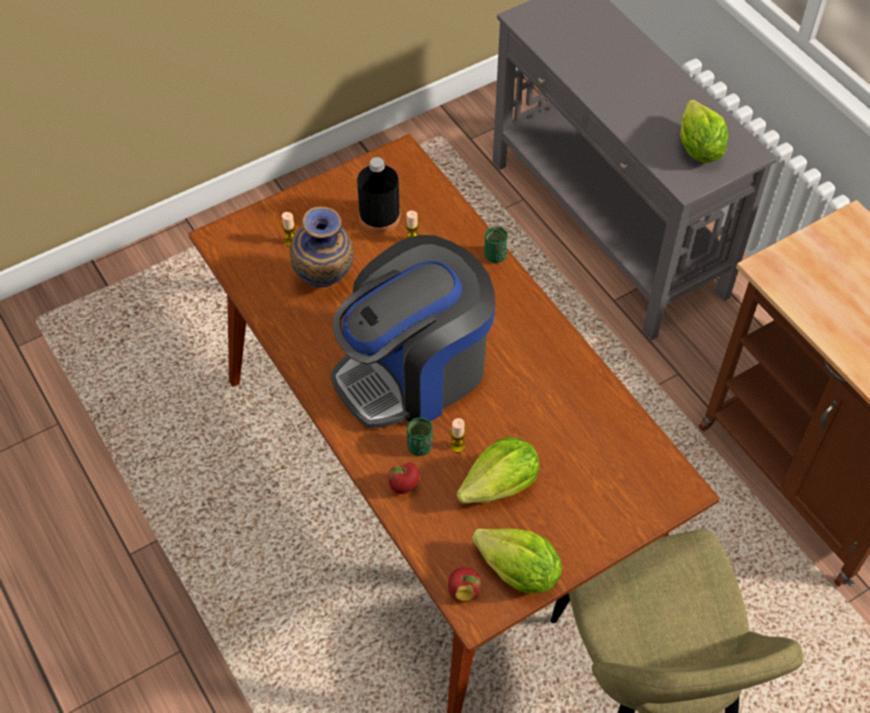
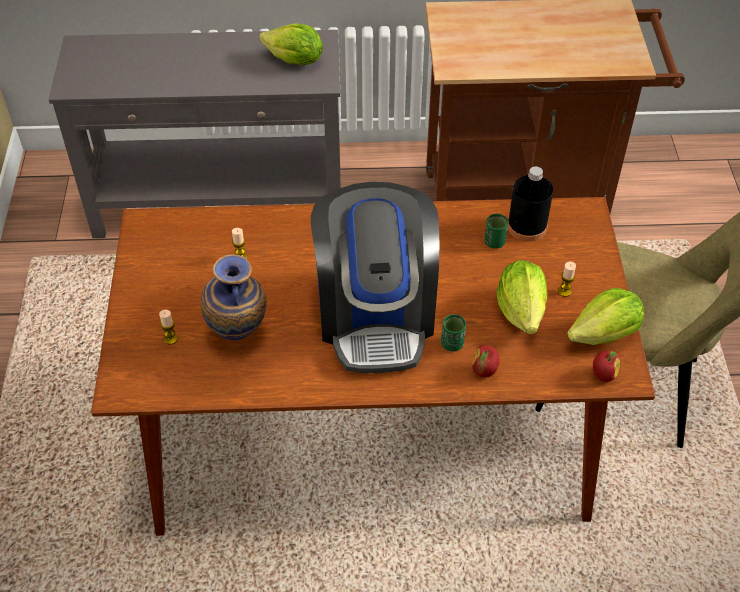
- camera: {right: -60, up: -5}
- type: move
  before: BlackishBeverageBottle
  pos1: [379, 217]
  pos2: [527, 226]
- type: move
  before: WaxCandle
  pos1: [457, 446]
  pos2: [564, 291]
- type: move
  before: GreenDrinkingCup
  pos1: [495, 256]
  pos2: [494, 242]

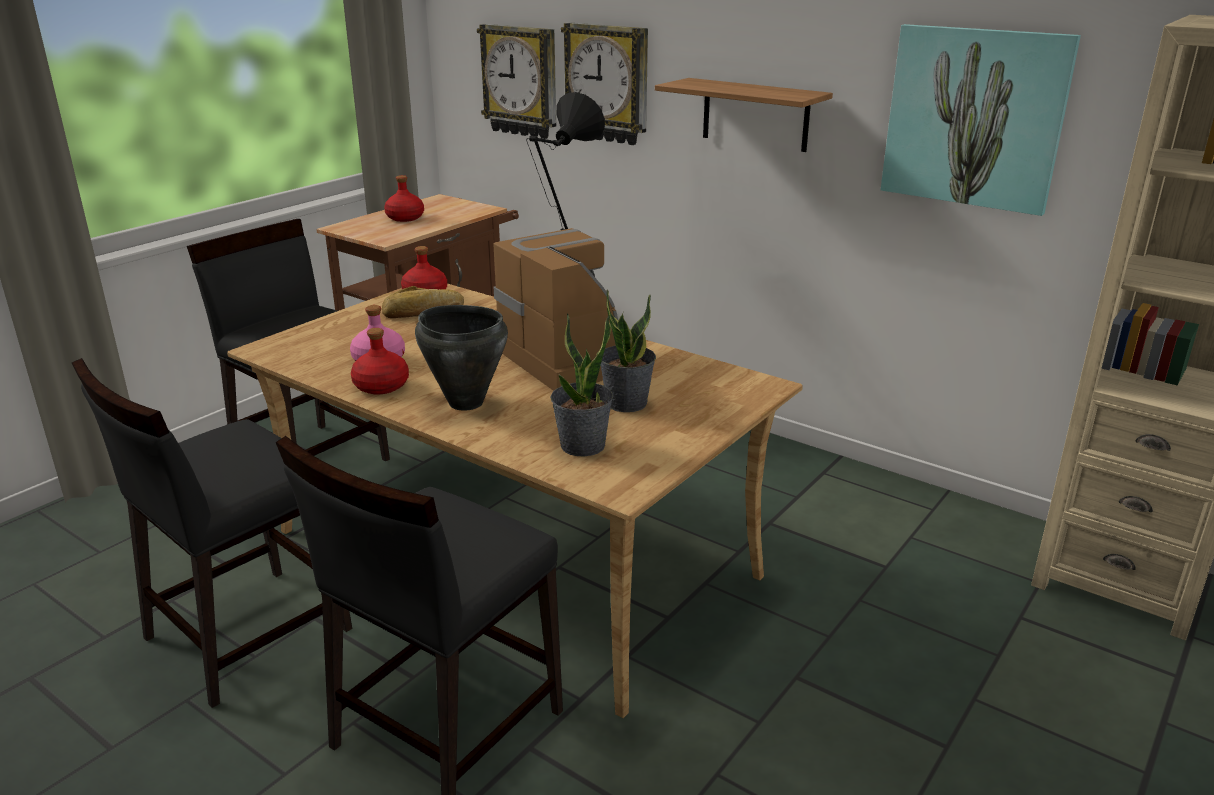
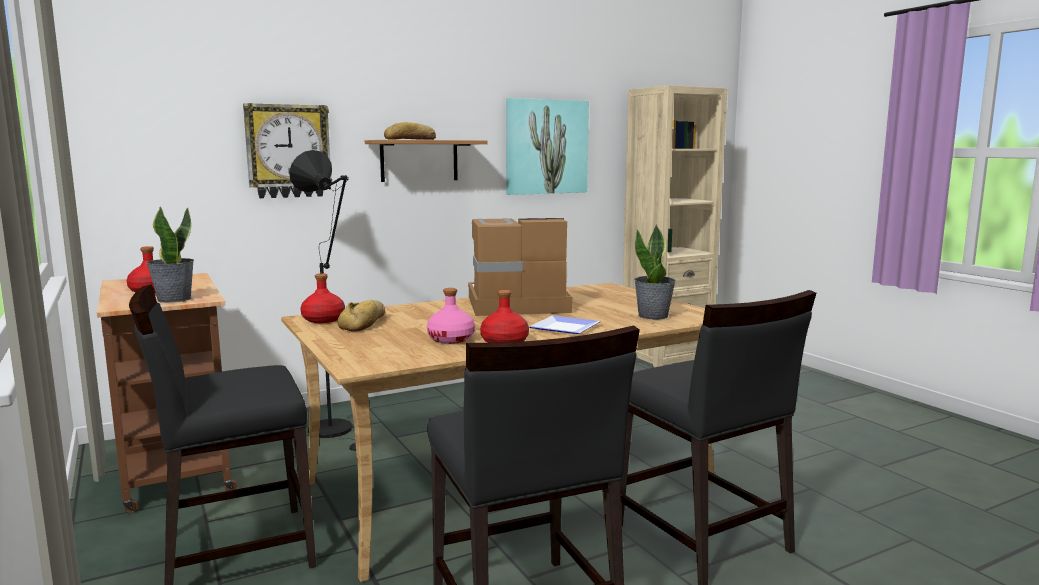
- camera: {right: -65, up: -15}
- type: delete
  before: ClockOnTheWall
  pos1: [521, 81]
- type: insert
  after: BakedBread
  pos2: [411, 139]
- type: move
  before: PottedPlant
  pos1: [626, 402]
  pos2: [173, 299]
- type: replace
  before: BlackishStockpot
  after: DinnerPlate
  pos1: [465, 402]
  pos2: [562, 328]

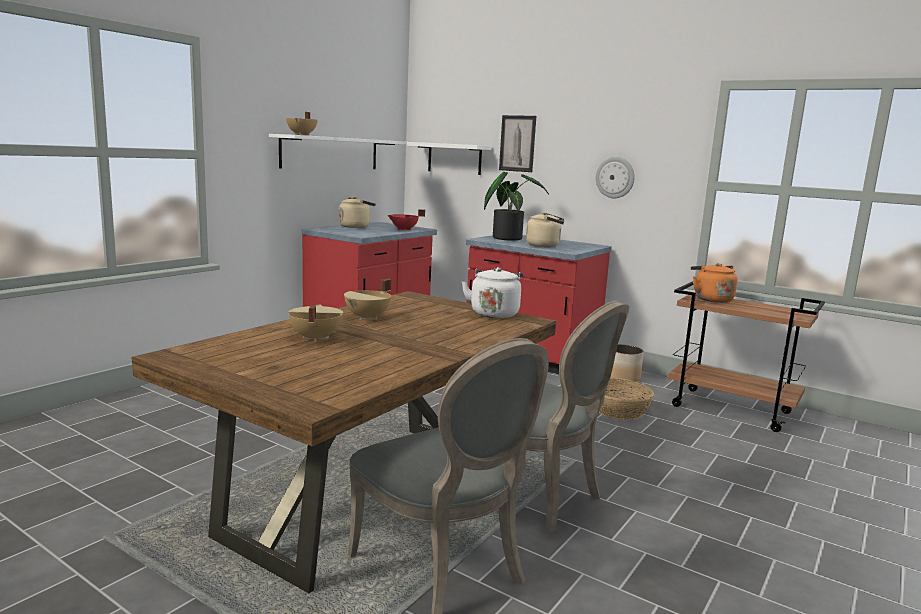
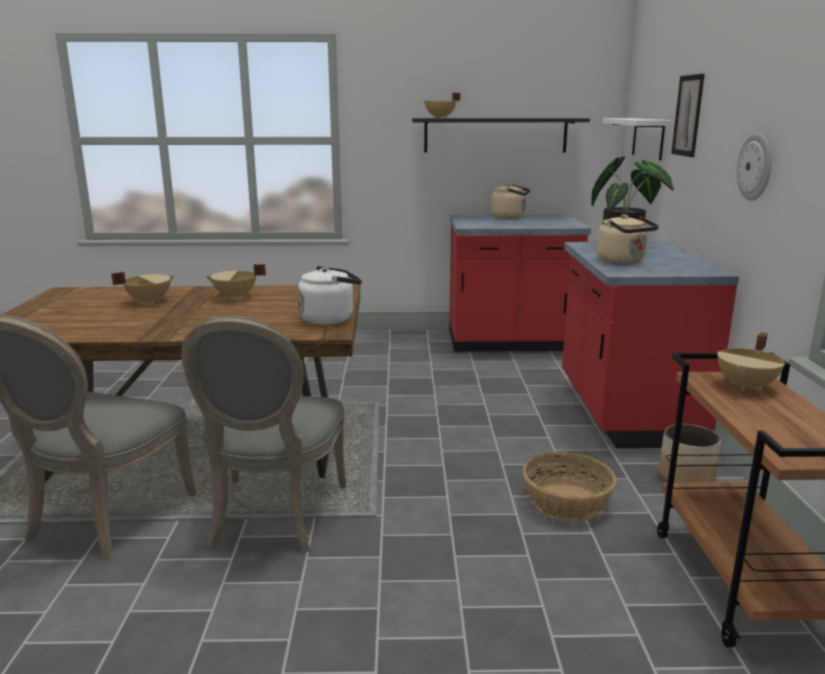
- camera: {right: 55, up: 5}
- type: delete
  before: RedStockpot
  pos1: [404, 229]
- type: replace
  before: OrangeyKettle
  after: BeigeColouredStockpot
  pos1: [711, 299]
  pos2: [747, 386]
- type: recolor
  before: WhiteColouredWallShelf
  after: BlackishWallShelf
  pos1: [330, 153]
  pos2: [495, 135]

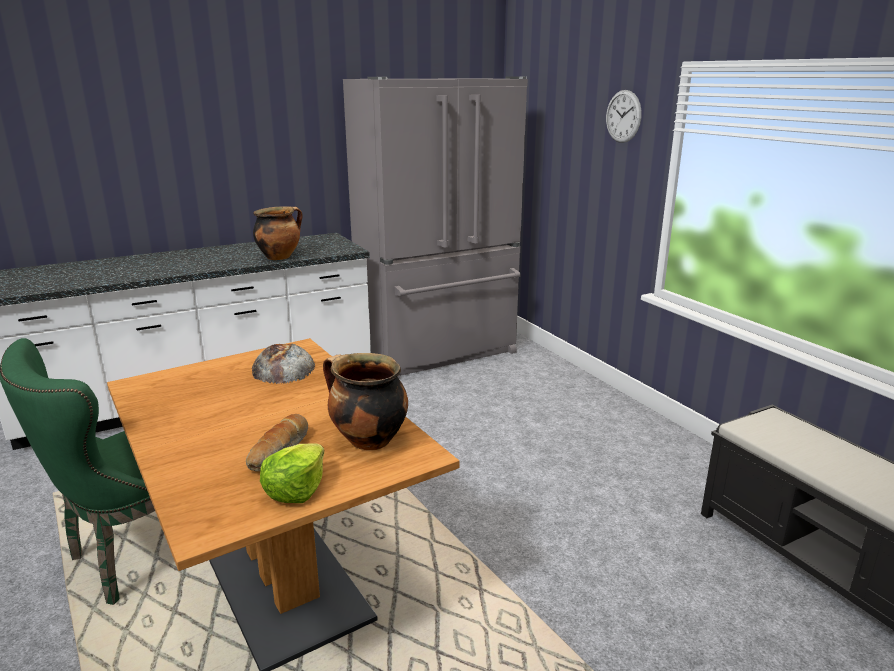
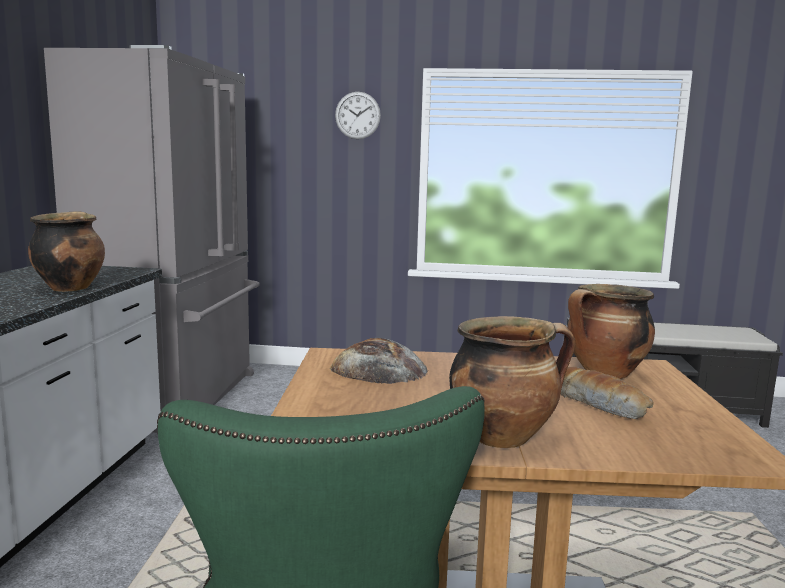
- camera: {right: -55, up: -10}
- type: delete
  before: Lettuce
  pos1: [295, 489]
- type: insert
  after: Stockpot
  pos2: [503, 437]

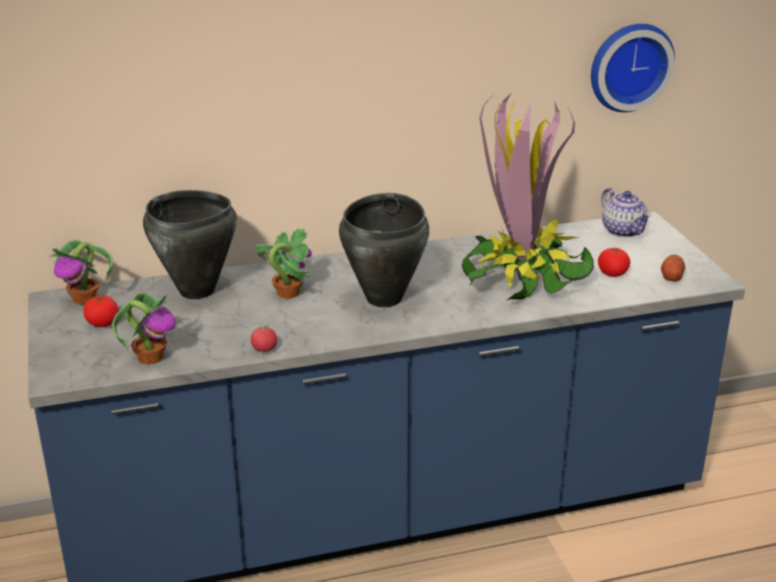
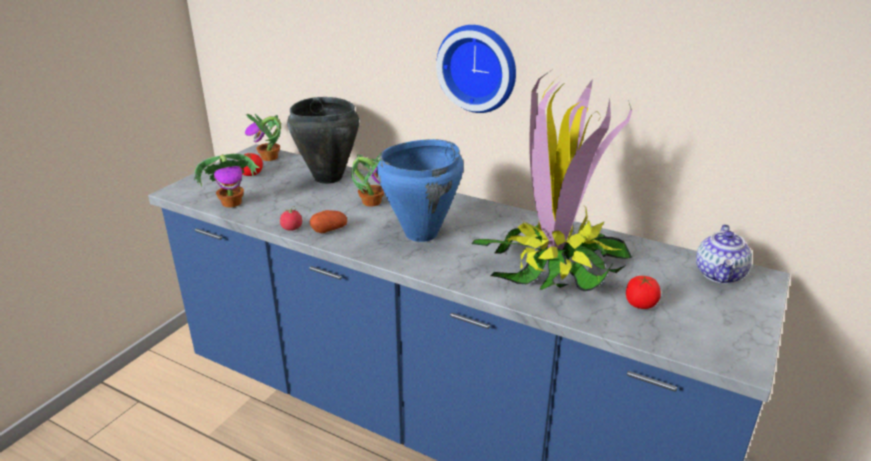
- camera: {right: 45, up: 0}
- type: move
  before: ClockOnTheWall
  pos1: [629, 66]
  pos2: [478, 67]
- type: move
  before: WholePotato
  pos1: [671, 276]
  pos2: [329, 229]
- type: recolor
  before: BlackishStockpot
  after: BlueStockpot
  pos1: [385, 298]
  pos2: [422, 234]

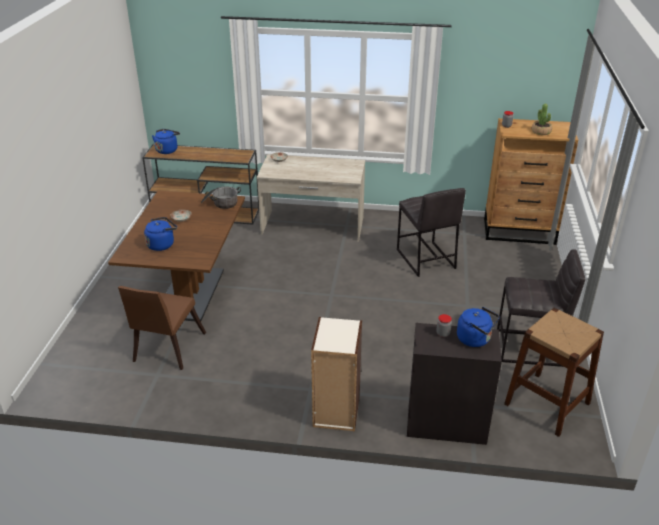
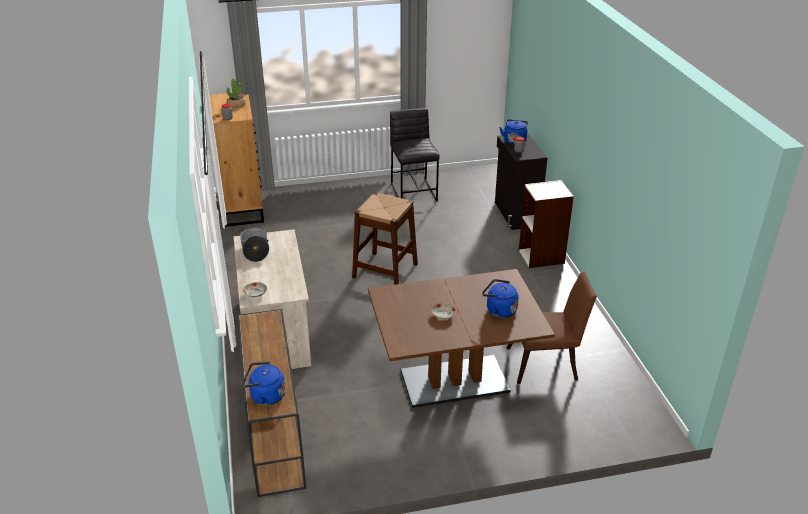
- camera: {right: -110, up: 0}
- type: delete
  before: GreyishStool
  pos1: [425, 259]
- type: move
  before: Stockpot
  pos1: [220, 203]
  pos2: [255, 250]
- type: move
  before: BrownStool
  pos1: [547, 403]
  pos2: [385, 270]

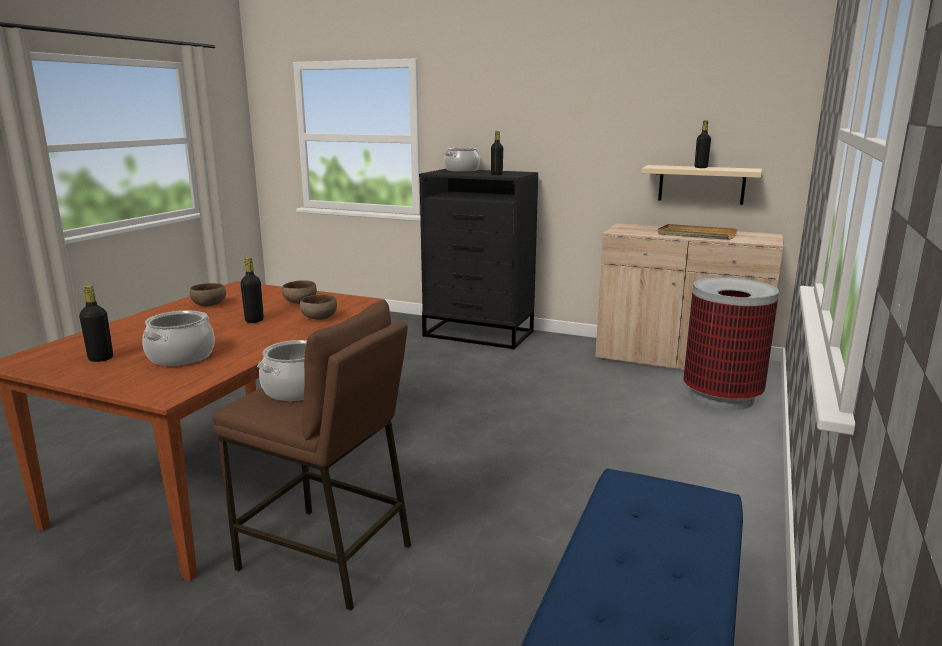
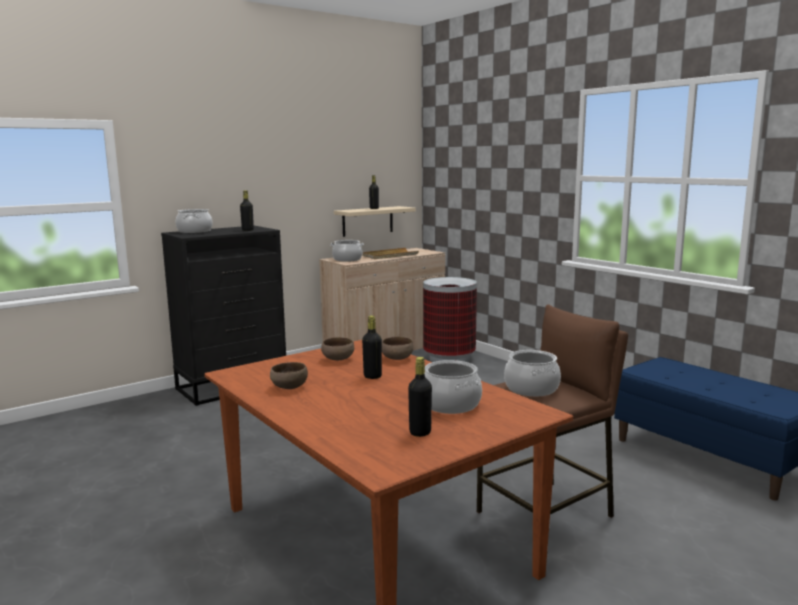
- camera: {right: -60, up: -5}
- type: insert
  after: Stockpot
  pos2: [347, 259]

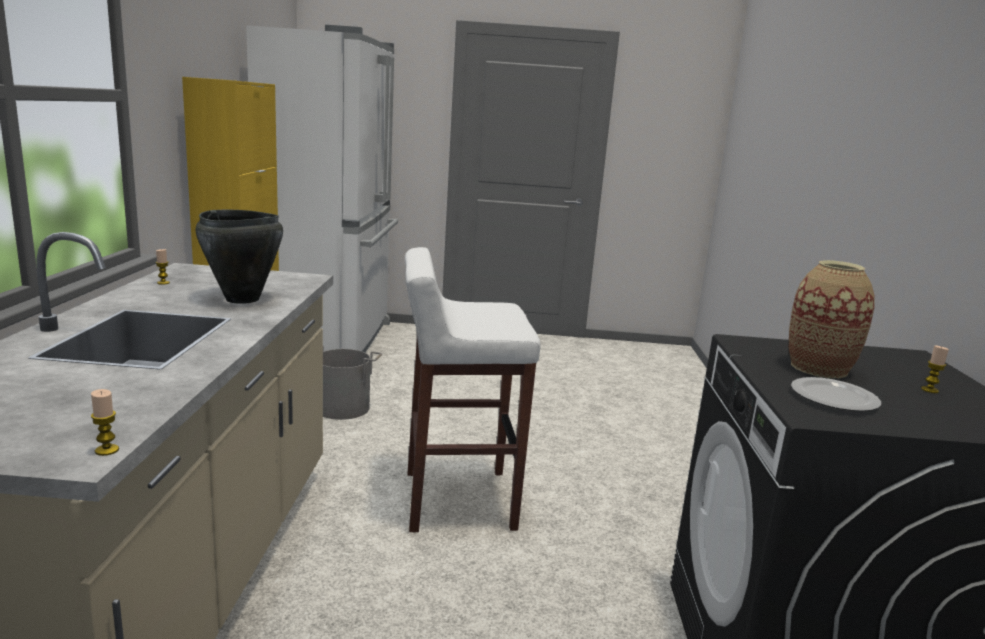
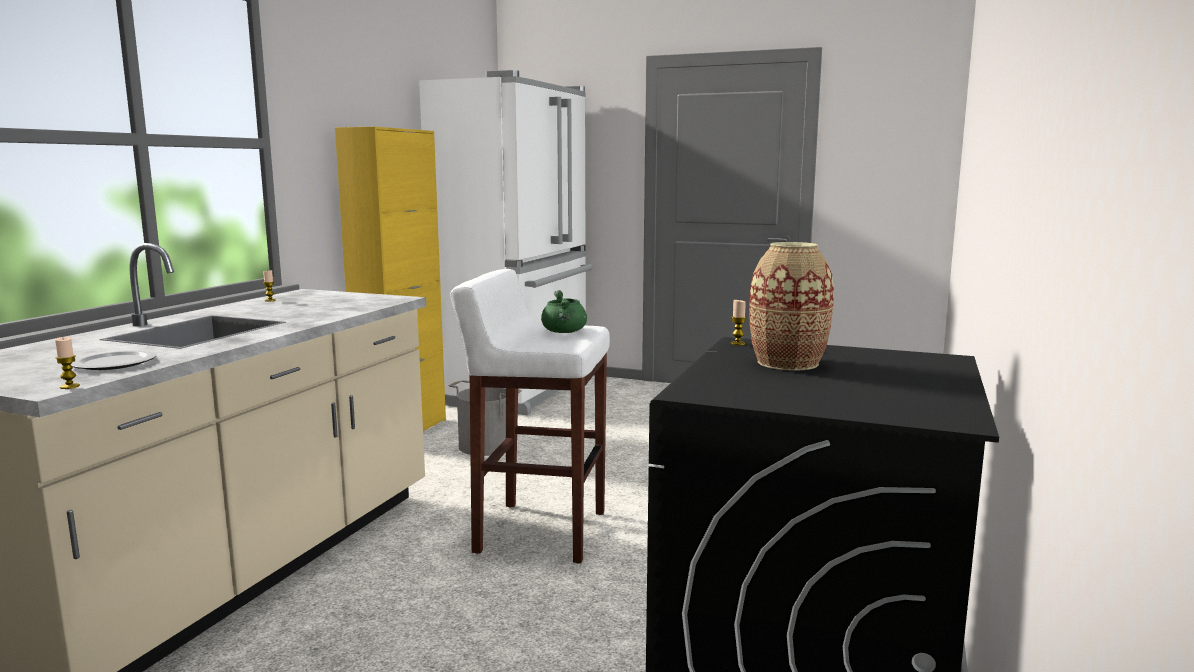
- camera: {right: 20, up: -5}
- type: delete
  before: BlackishStockpot
  pos1: [242, 299]
- type: insert
  after: GreenStockpot
  pos2: [564, 332]
- type: move
  before: DinnerPlate
  pos1: [834, 398]
  pos2: [116, 363]
- type: move
  before: WaxCandle
  pos1: [929, 390]
  pos2: [737, 343]

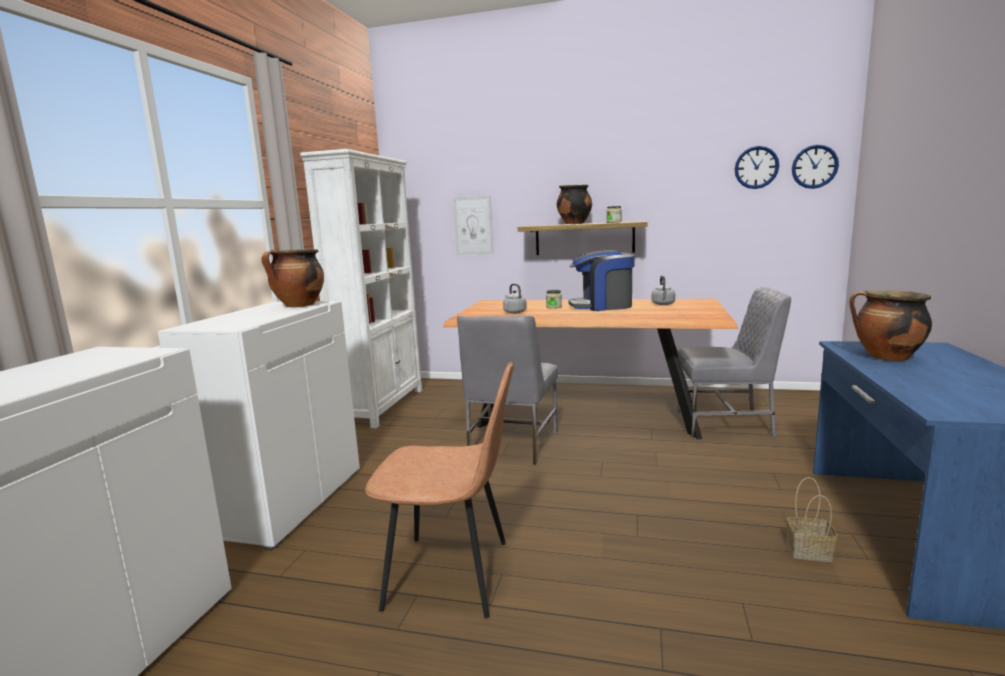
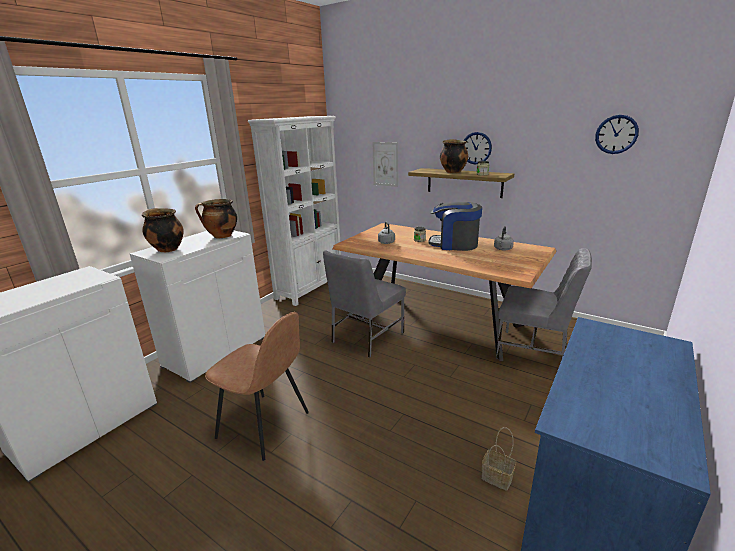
- camera: {right: 20, up: 10}
- type: move
  before: ClockOnTheWall
  pos1: [814, 166]
  pos2: [476, 148]
- type: move
  before: Stockpot
  pos1: [886, 357]
  pos2: [167, 249]

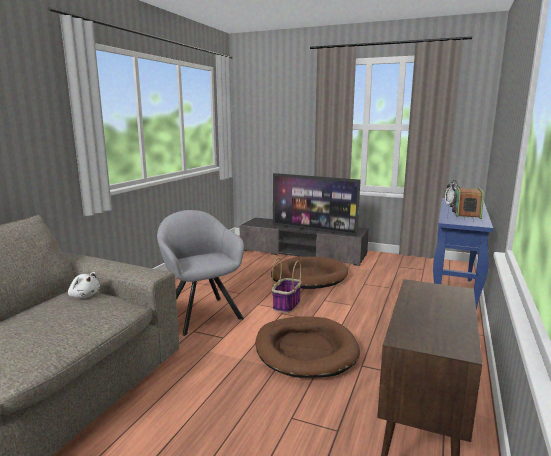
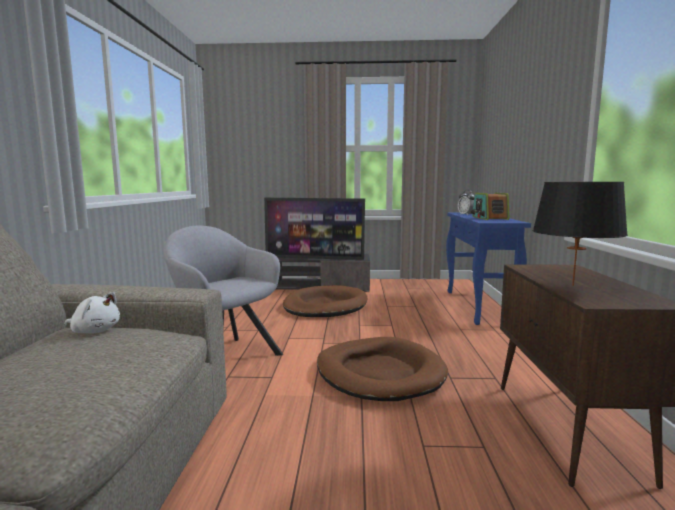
- camera: {right: -20, up: -5}
- type: delete
  before: HouseholdBasket
  pos1: [286, 304]
- type: insert
  after: BlackishTableLamp
  pos2: [572, 285]

